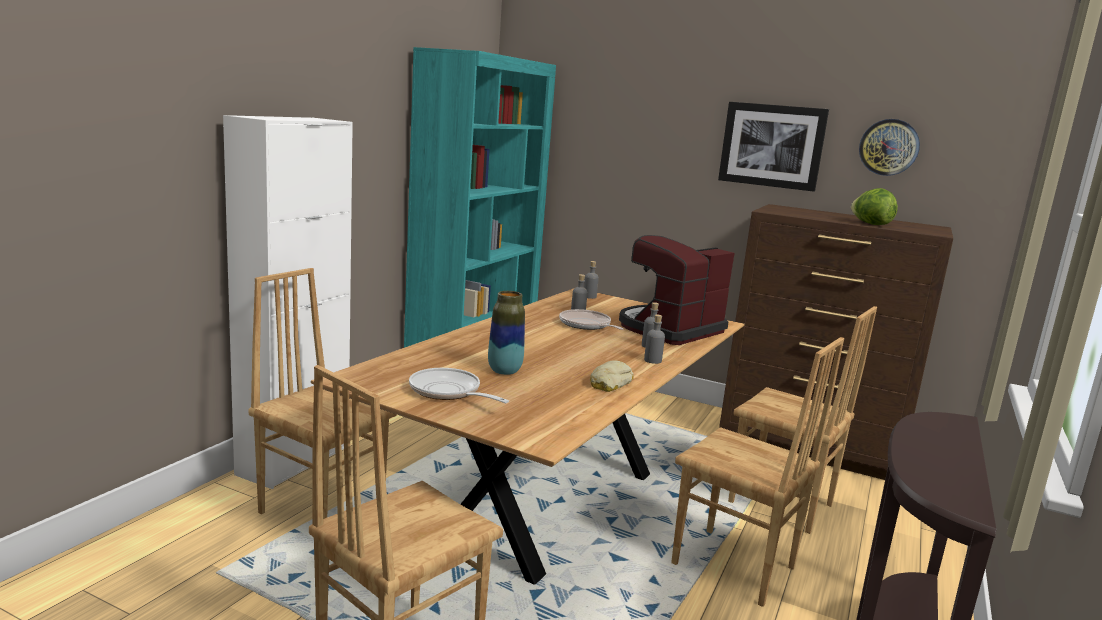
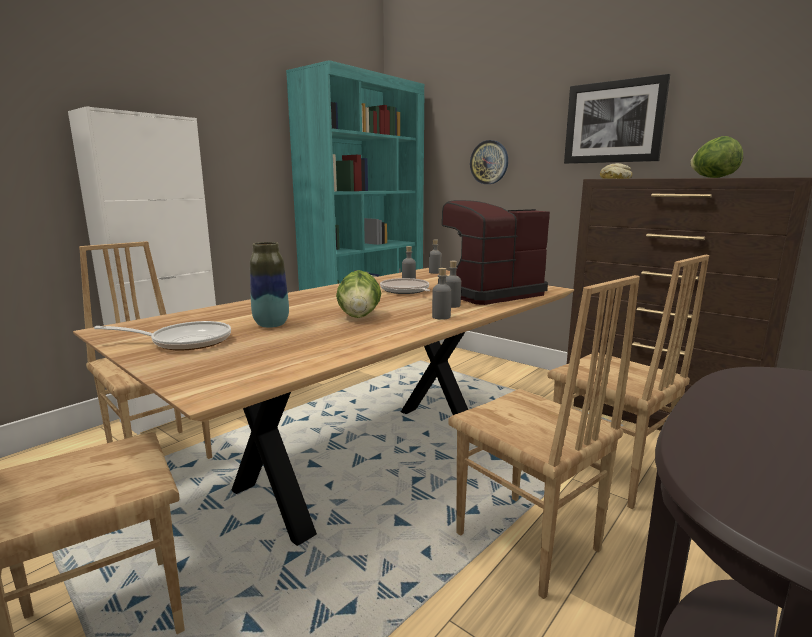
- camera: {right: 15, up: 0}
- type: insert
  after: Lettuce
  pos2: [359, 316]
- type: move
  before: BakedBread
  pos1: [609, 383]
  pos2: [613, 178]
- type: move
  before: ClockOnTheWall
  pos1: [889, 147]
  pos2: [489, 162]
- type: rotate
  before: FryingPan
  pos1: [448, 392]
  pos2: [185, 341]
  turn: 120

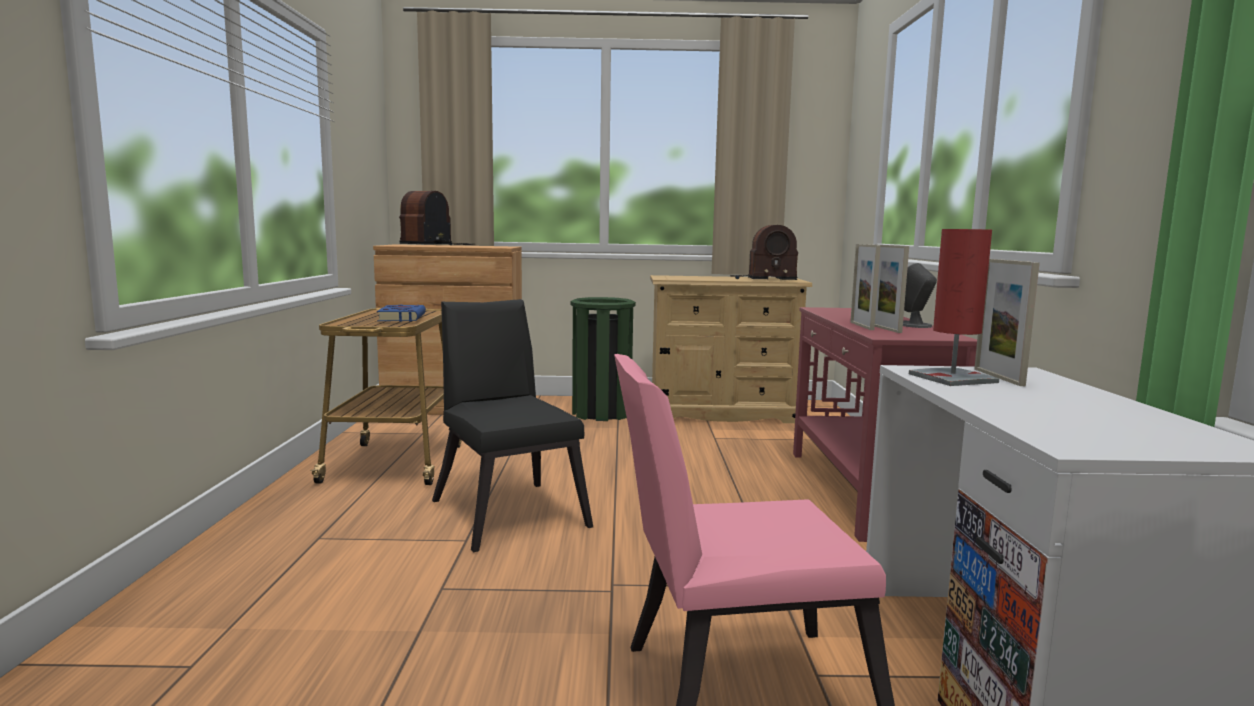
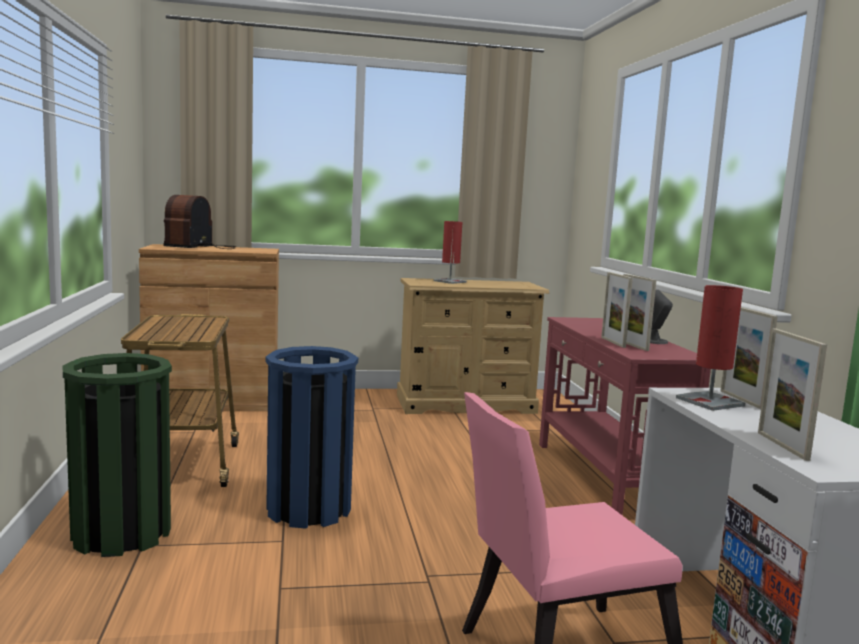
- camera: {right: -10, up: 0}
- type: delete
  before: BlueBook
  pos1: [402, 317]
- type: delete
  before: RadioReceiver
  pos1: [762, 279]
- type: insert
  after: RedTableLamp
  pos2: [450, 281]
- type: insert
  after: PhotoFrame
  pos2: [782, 446]
- type: move
  before: GreenWasteBin
  pos1: [601, 413]
  pos2: [122, 534]
- type: replace
  before: BlackishChair
  after: BlueWasteBin
  pos1: [508, 510]
  pos2: [308, 509]

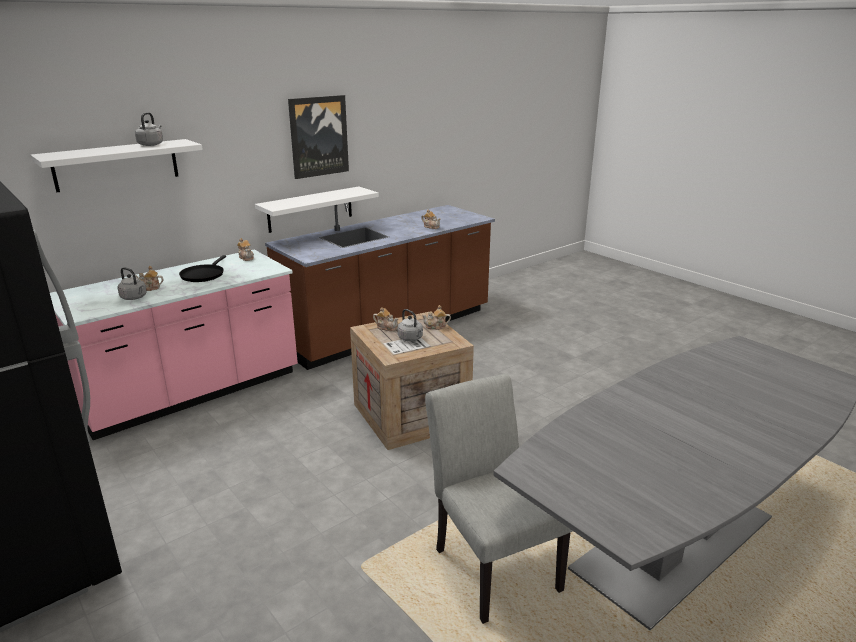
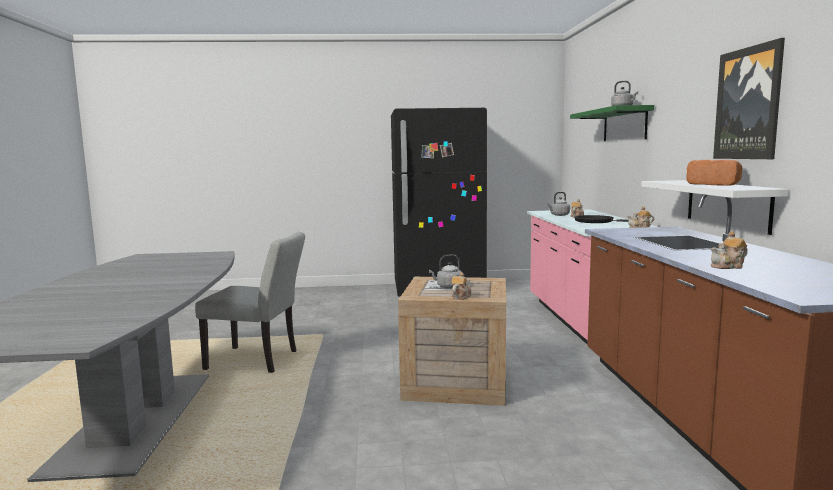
- camera: {right: 125, up: -15}
- type: delete
  before: Teapot
  pos1: [386, 327]
- type: insert
  after: BakedBread
  pos2: [715, 184]
- type: recolor
  before: WhiteColouredWallShelf
  after: GreenWallShelf
  pos1: [116, 165]
  pos2: [624, 125]

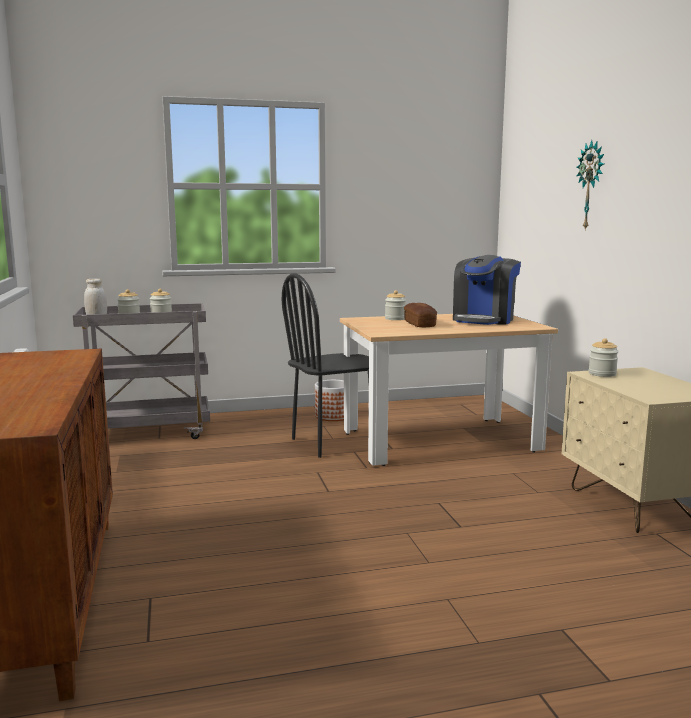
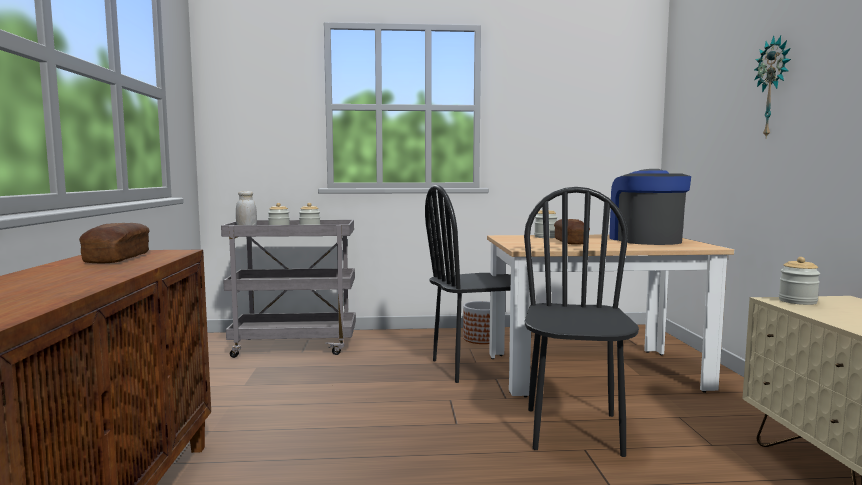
- camera: {right: 10, up: -5}
- type: insert
  after: BakedBread
  pos2: [118, 258]
- type: insert
  after: BlackishChair
  pos2: [574, 431]
- type: rotate
  before: CoffeeMaker
  pos1: [484, 320]
  pos2: [644, 240]
  turn: 135

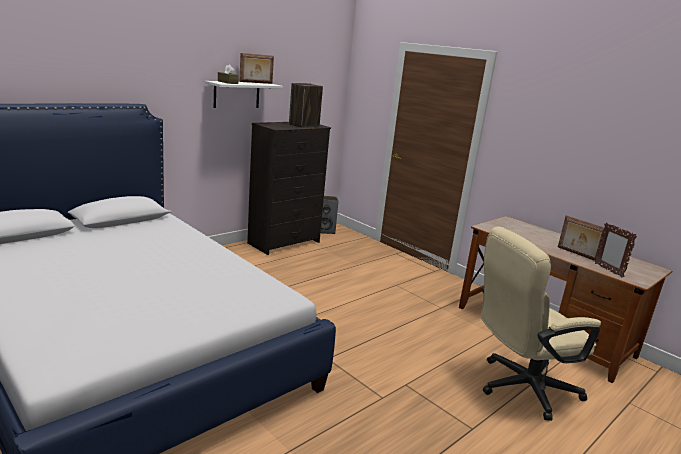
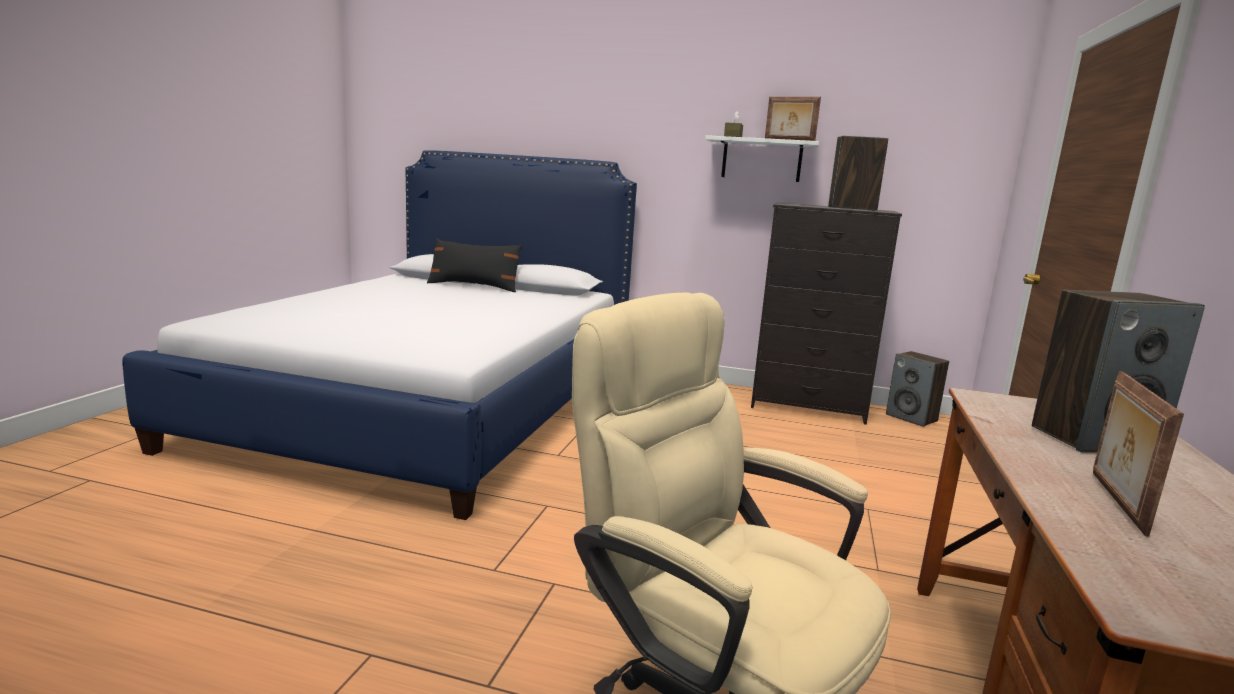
- camera: {right: 60, up: -5}
- type: delete
  before: PhotoFrame
  pos1: [608, 270]
- type: insert
  after: BlackishThrowPillow
  pos2: [474, 286]
- type: insert
  after: Loudspeaker
  pos2: [1095, 439]

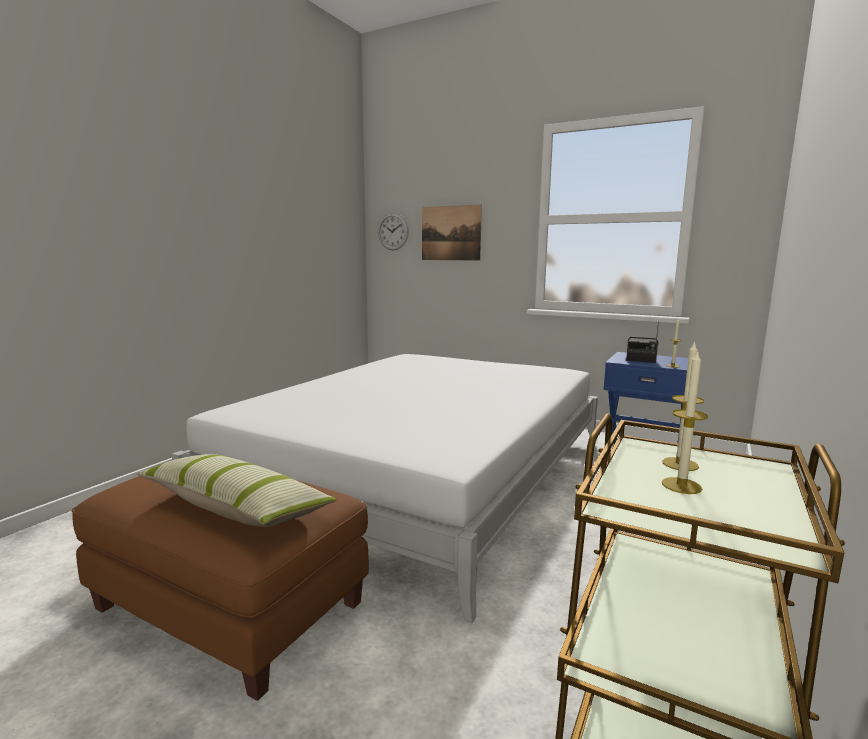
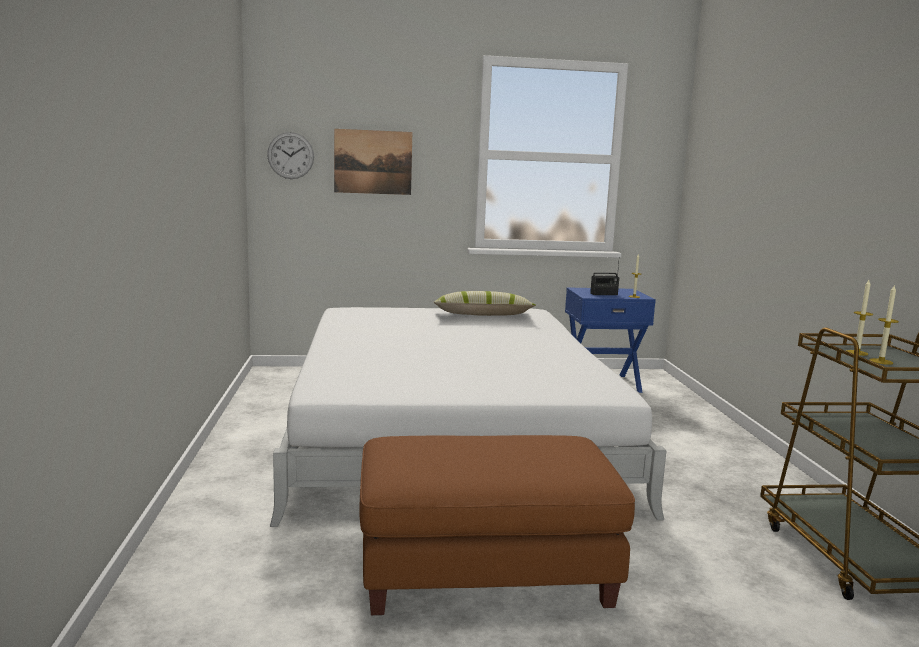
- camera: {right: -35, up: 0}
- type: move
  before: ThrowPillow
  pos1: [237, 507]
  pos2: [482, 315]

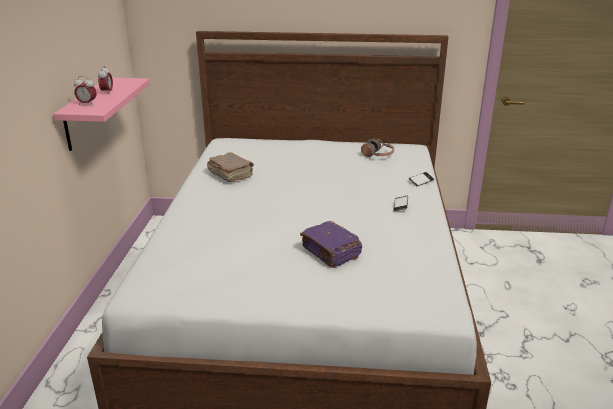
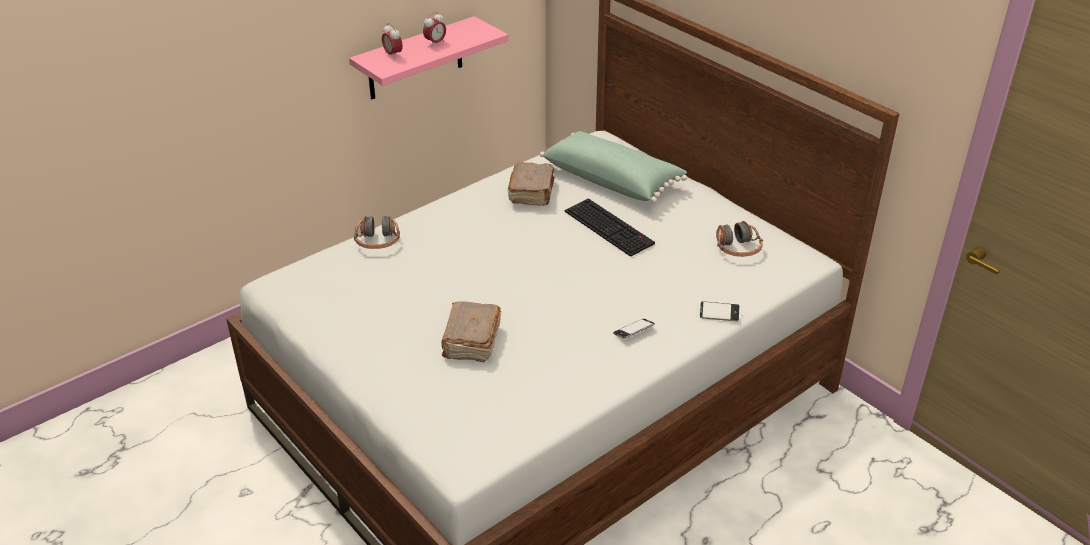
- camera: {right: 45, up: 10}
- type: insert
  after: Headset
  pos2: [378, 241]
- type: insert
  after: GreenThrowPillow
  pos2: [612, 180]
- type: insert
  after: ComputerKeyboard
  pos2: [610, 227]
- type: recolor
  before: PurpleBook
  after: BrownBook
  pos1: [331, 253]
  pos2: [471, 341]

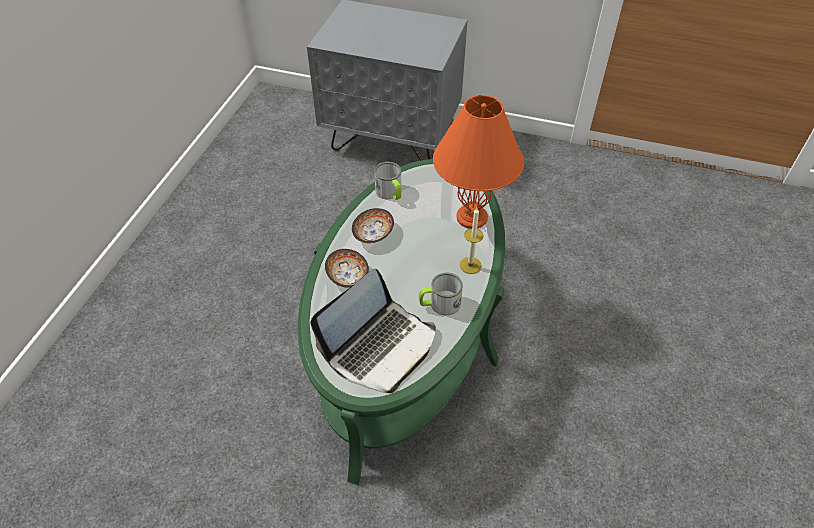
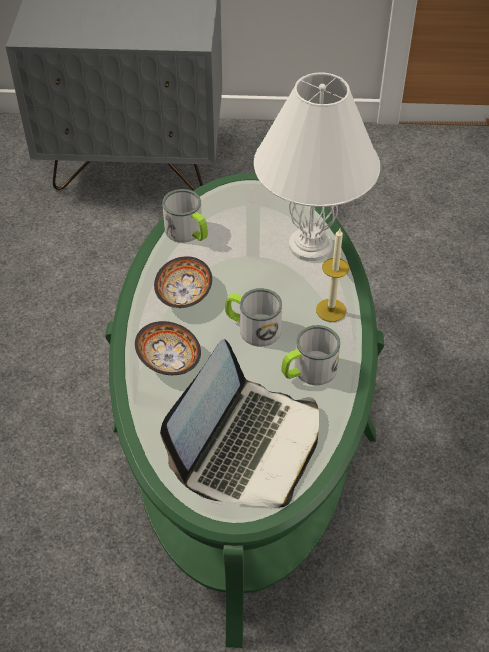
- camera: {right: -15, up: 0}
- type: insert
  after: TeaMug
  pos2: [252, 328]
- type: recolor
  before: OrangeyTableLamp
  after: WhiteColouredTableLamp
  pos1: [471, 217]
  pos2: [309, 245]

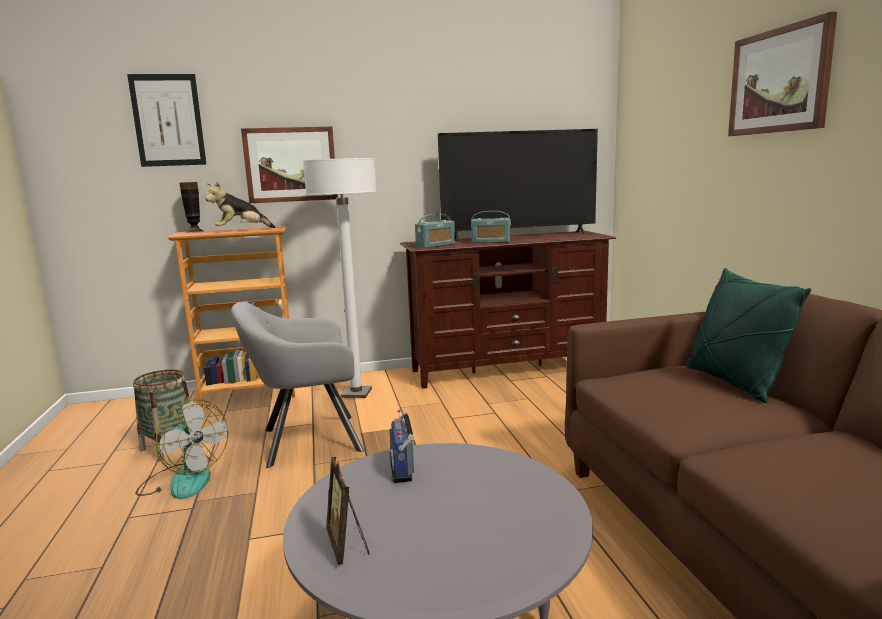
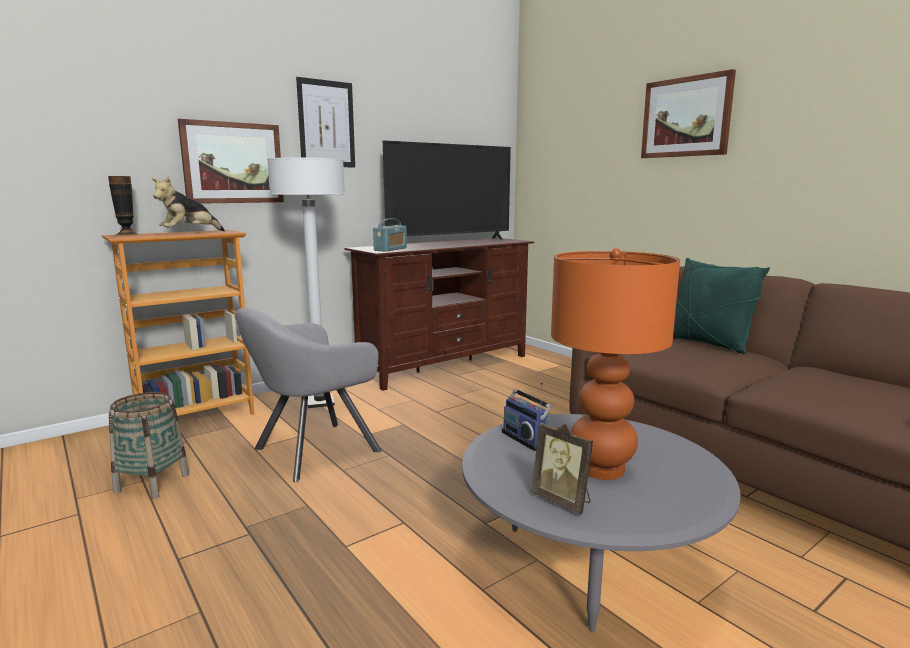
- camera: {right: -25, up: 0}
- type: delete
  before: CoolingFan
  pos1: [184, 480]
- type: delete
  before: RadioReceiver
  pos1: [491, 241]
- type: insert
  after: OrangeyTableLamp
  pos2: [600, 468]
- type: move
  before: WallArt
  pos1: [168, 120]
  pos2: [326, 124]

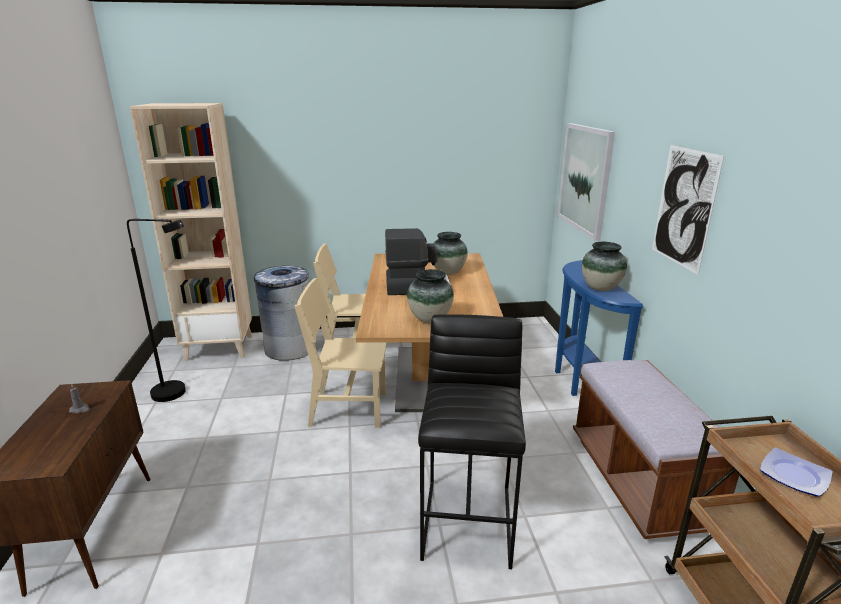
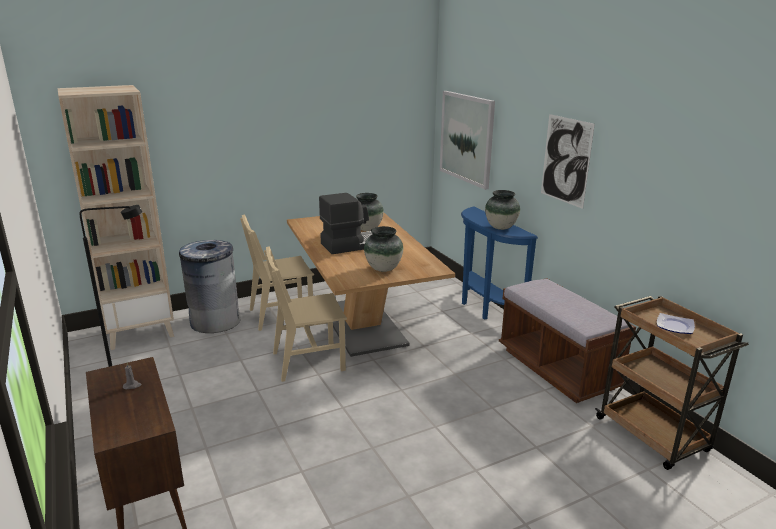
- camera: {right: -20, up: 0}
- type: delete
  before: BlackishStool
  pos1: [468, 521]

